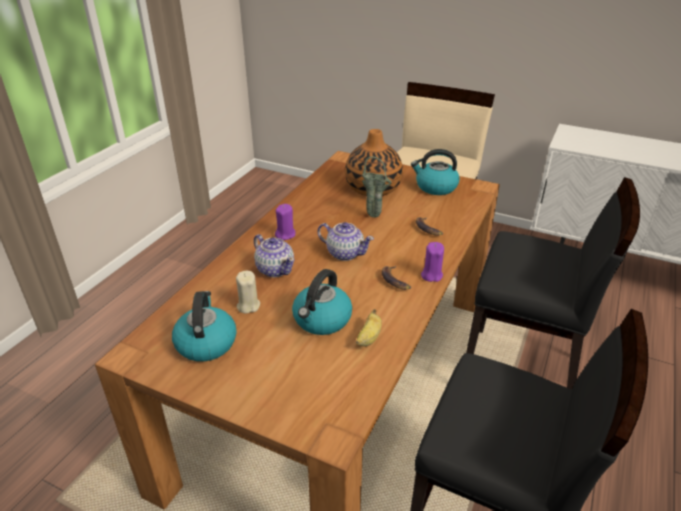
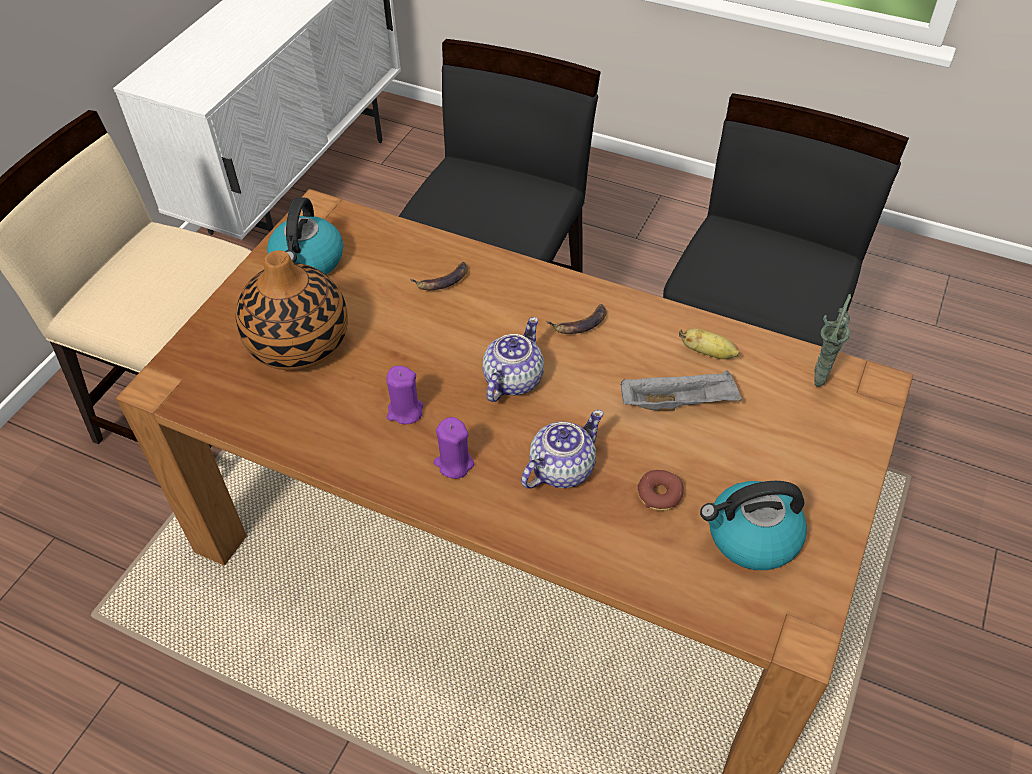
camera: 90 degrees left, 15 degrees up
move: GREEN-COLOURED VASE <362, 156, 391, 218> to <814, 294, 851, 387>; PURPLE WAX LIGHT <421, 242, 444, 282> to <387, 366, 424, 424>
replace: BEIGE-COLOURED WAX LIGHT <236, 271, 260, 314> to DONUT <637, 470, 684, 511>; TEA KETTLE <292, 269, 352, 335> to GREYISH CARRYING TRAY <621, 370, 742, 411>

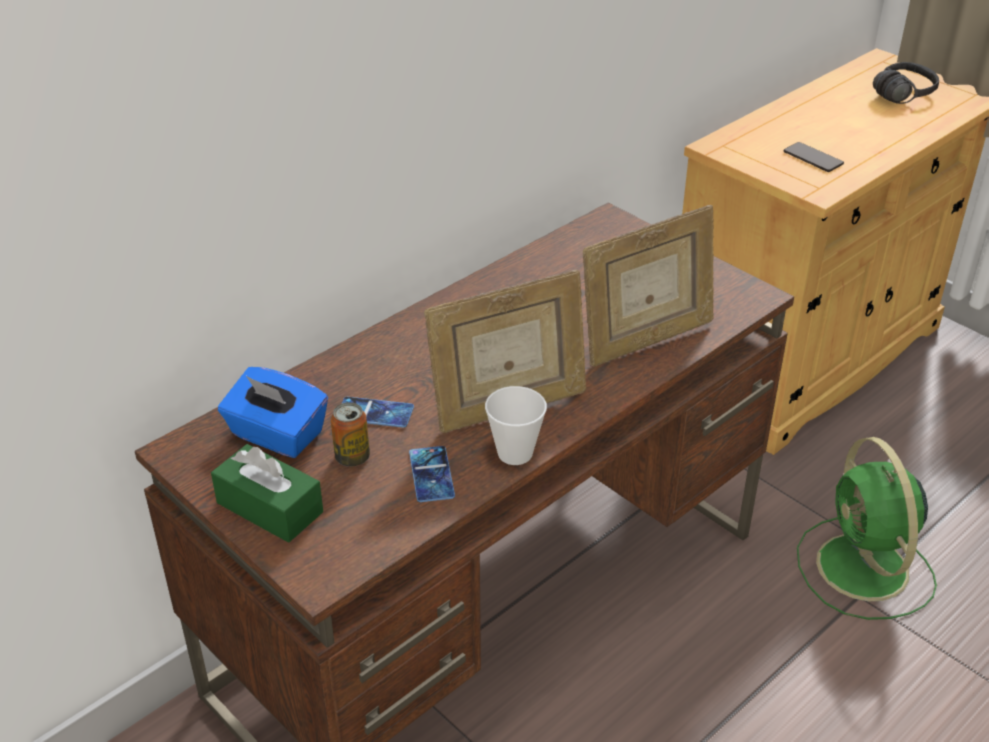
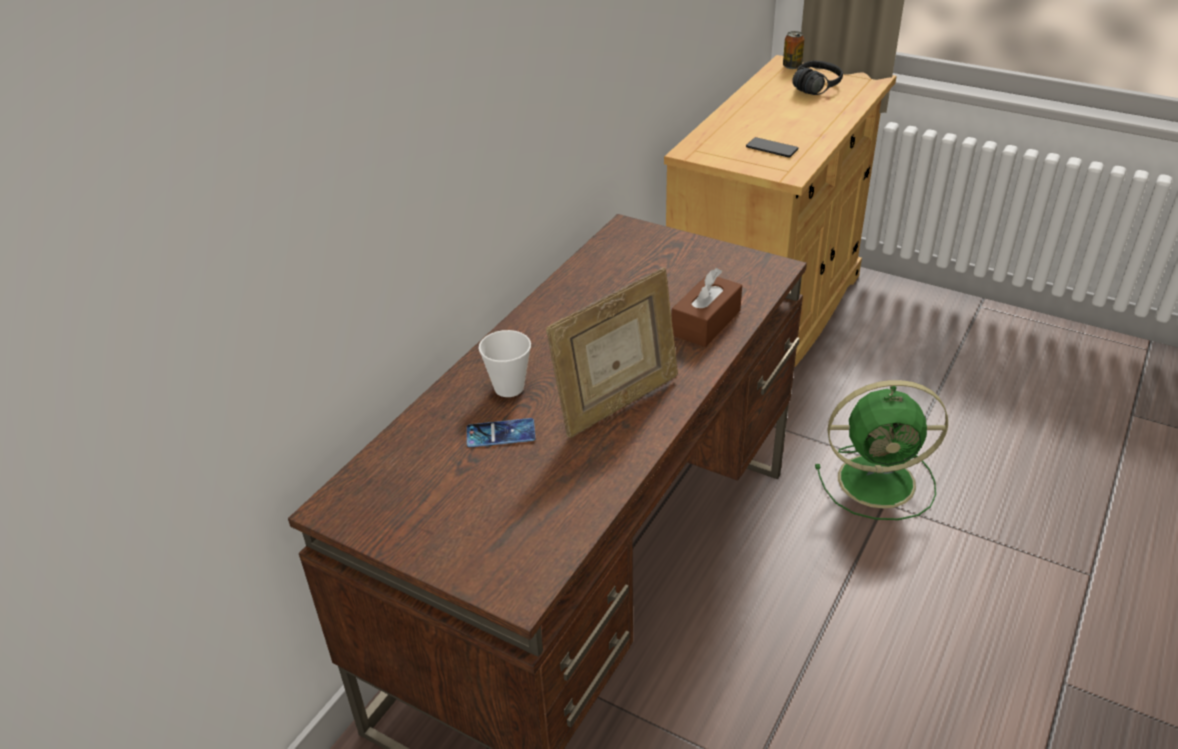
camera: 15 degrees left, 0 degrees up
delete: GREEN-COLOURED TISSUE HOLDER <211, 444, 323, 542>; BLUISH TISSUE HOLDER <218, 367, 328, 458>; TELEPHONE <409, 446, 455, 502>
move: CAN <331, 402, 370, 467> to <783, 31, 804, 69>; SMALL CUP <485, 386, 547, 465> to <479, 330, 531, 397>
replace: STANDING FRAME <583, 205, 714, 367> to BROWN TISSUE HOLDER <672, 268, 742, 347>
rotate: GREEN-COLOURED ELECTRIC FAN <797, 437, 937, 620> = <815, 380, 948, 520> 60 degrees counterclockwise

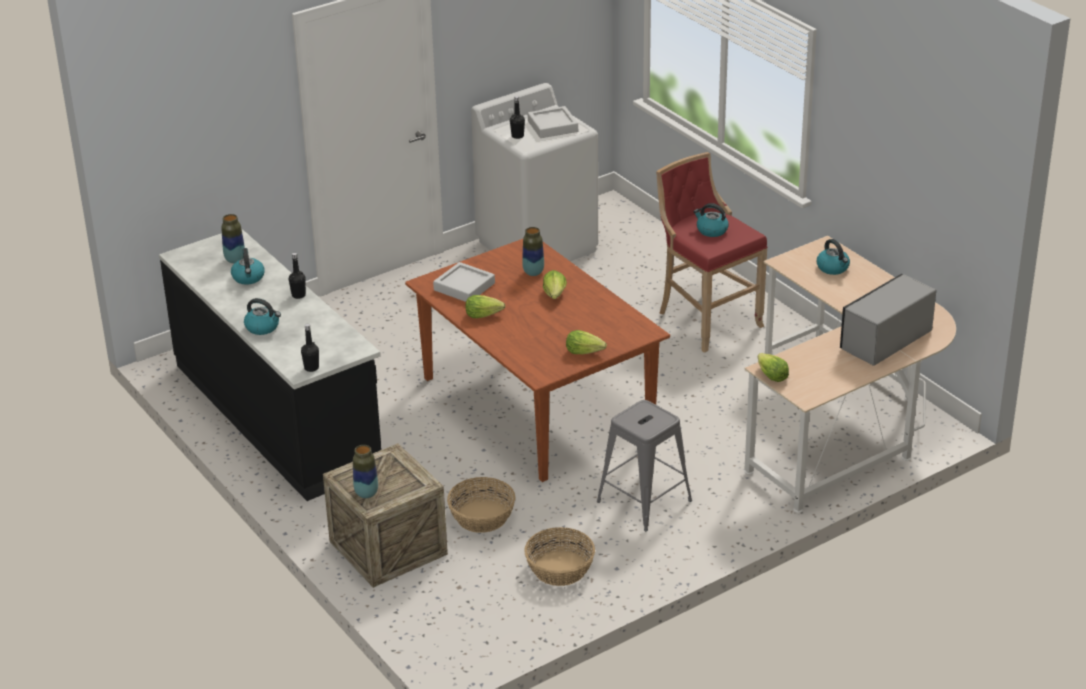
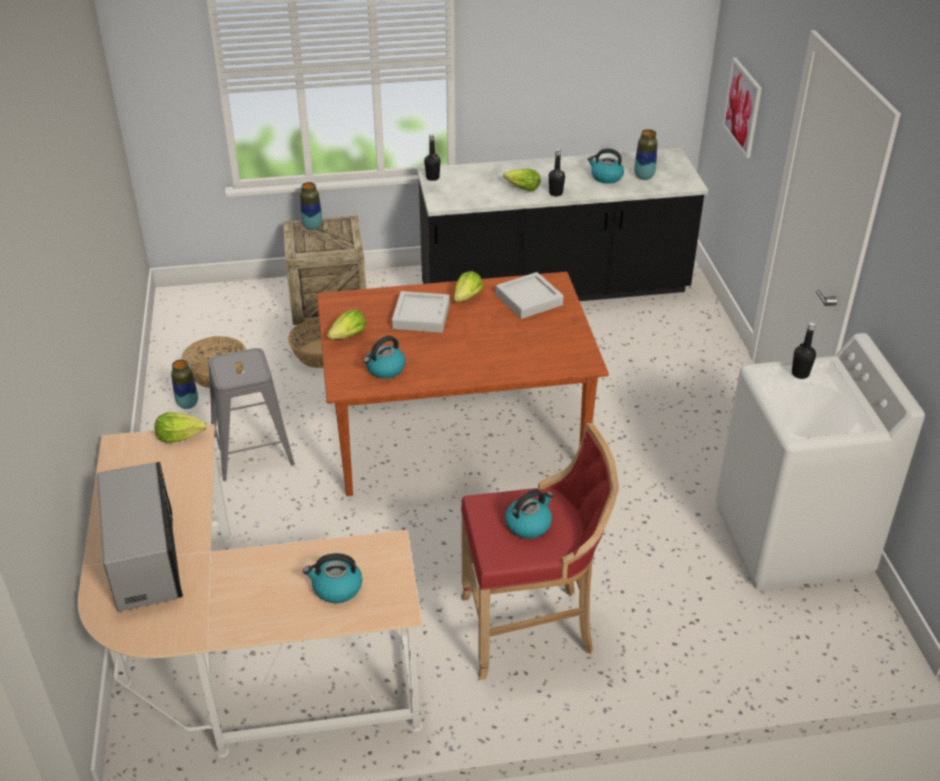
camera: 115 degrees right, 5 degrees up
insert: PICTURE <722, 58, 762, 158>
move: TEA KETTLE <244, 298, 281, 335> to <363, 336, 406, 379>; VASE <522, 227, 544, 276> to <171, 360, 198, 409>; GREYISH CARRYING TRAY <528, 106, 578, 138> to <392, 291, 450, 333>; HEAD OF LETTUCE <543, 270, 567, 299> to <503, 169, 540, 191>

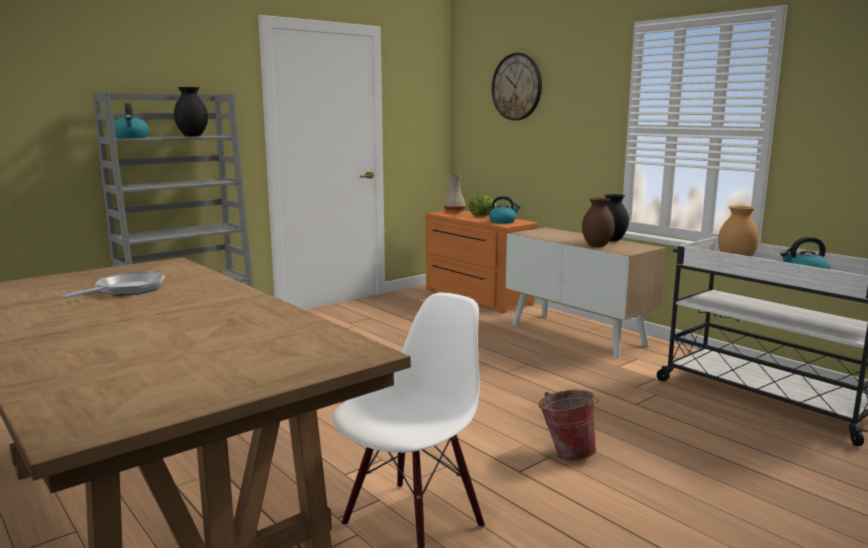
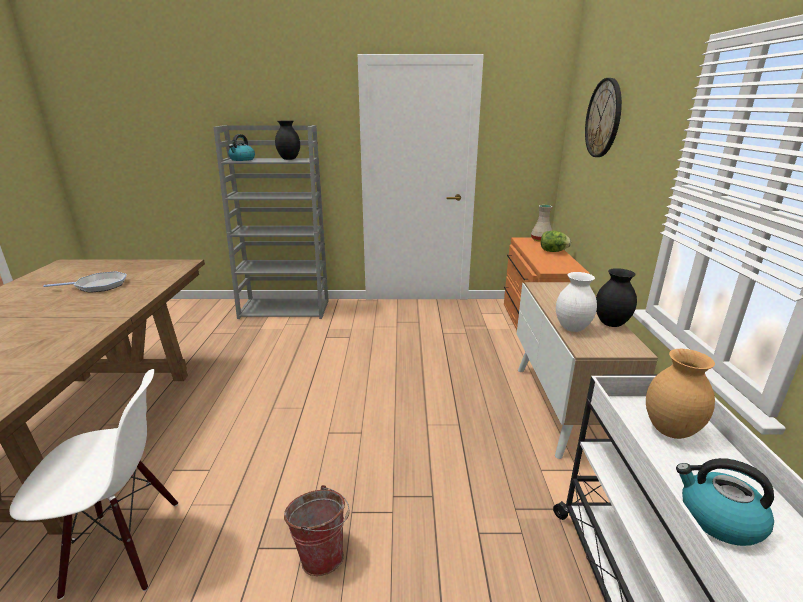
camera: 40 degrees right, 10 degrees up
delete: TEA KETTLE <489, 196, 521, 224>
recolor: BROWN VASE <582, 198, 615, 247> to WHITE VASE <556, 272, 597, 332>

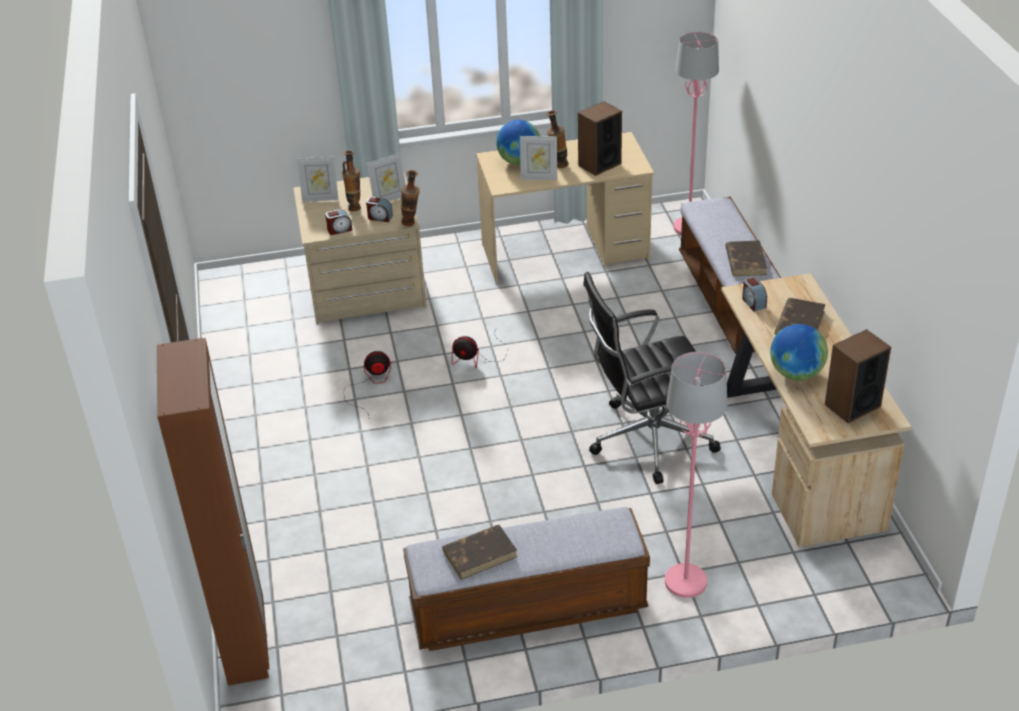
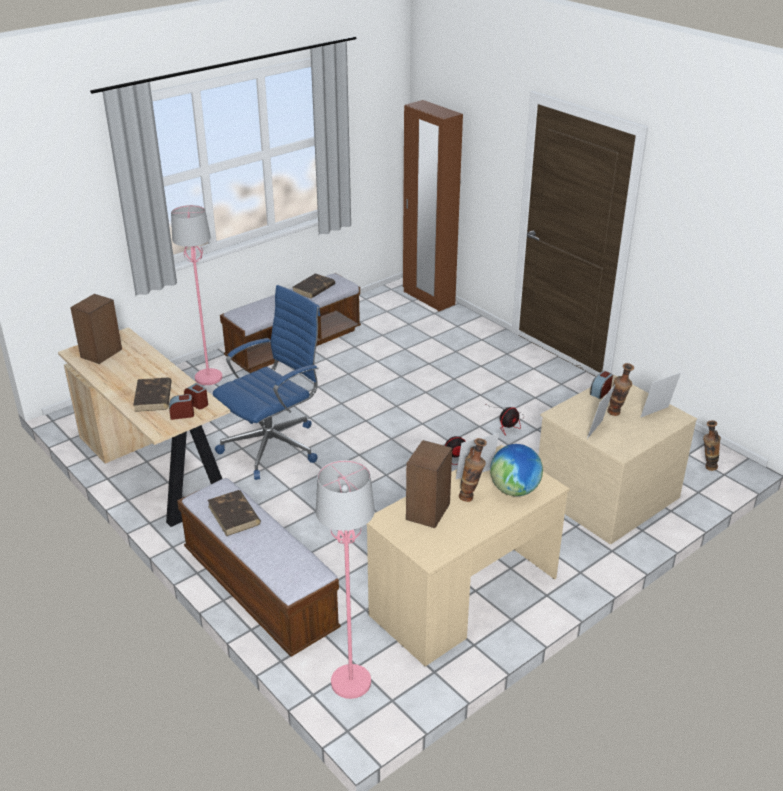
camera: 150 degrees right, 5 degrees down
delete: DESK GLOBE <770, 324, 828, 380>
move: TABLE CLOCK <366, 197, 393, 222> to <169, 394, 194, 420>; VASE <401, 170, 420, 226> to <703, 420, 721, 471>
recolor: BLACK OFFICE CHAIR <583, 272, 721, 484> to BLUISH OFFICE CHAIR <213, 285, 320, 480>

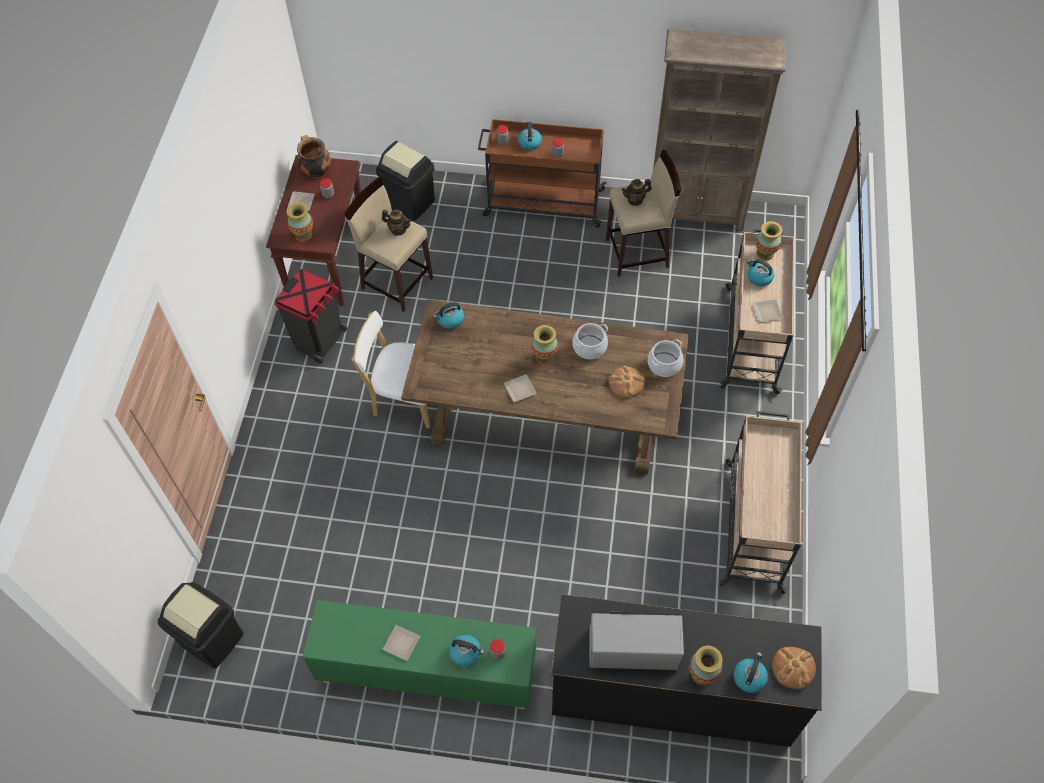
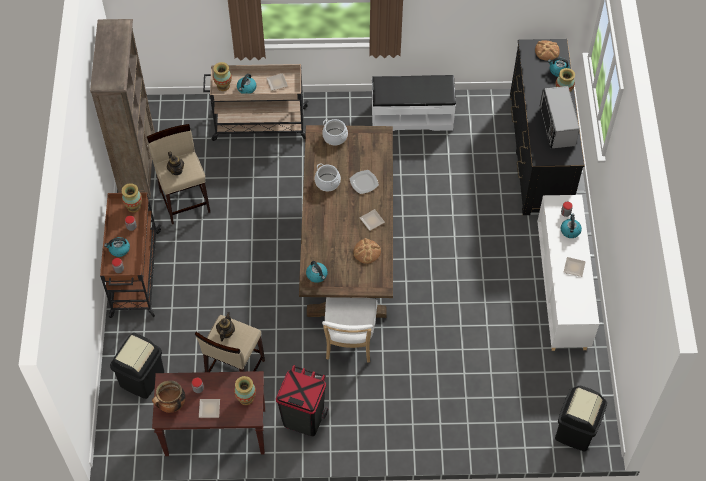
camera: 100 degrees left, 0 degrees up
insert: DINNER PLATE <349, 170, 379, 194>
move: VASE <531, 325, 558, 364> to <122, 183, 142, 212>; BAKERY BREAD <609, 365, 645, 398> to <354, 238, 381, 264>
replace: BEIGE-COLOURED TROLLEY <719, 411, 802, 594> to WHITE INDOOR BENCH <372, 75, 456, 131>
recolor: GREEN-COLOURED STORAGE CABINET <303, 600, 536, 709> to WHITE STORAGE CABINET <537, 195, 599, 351>

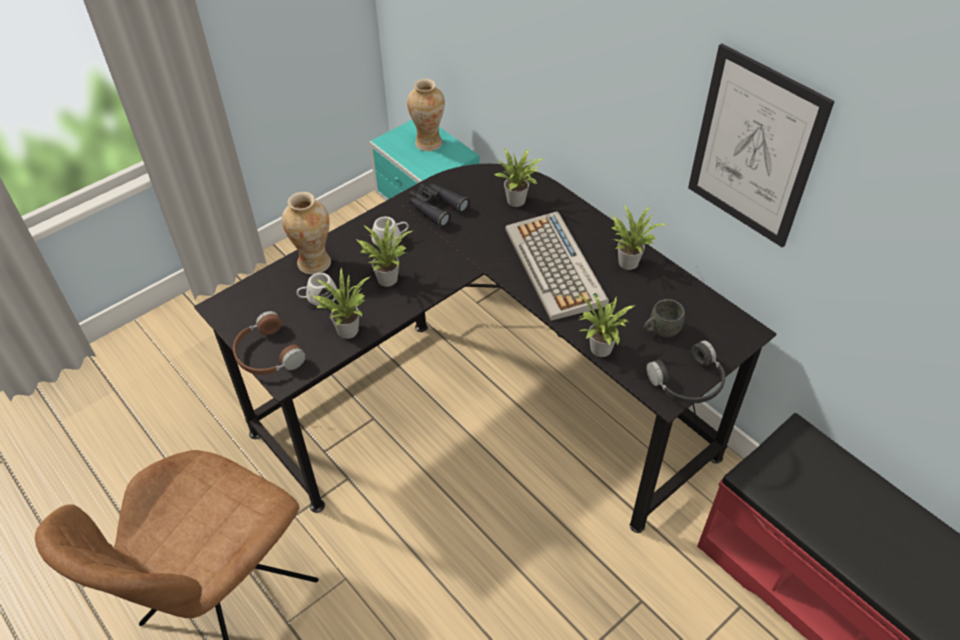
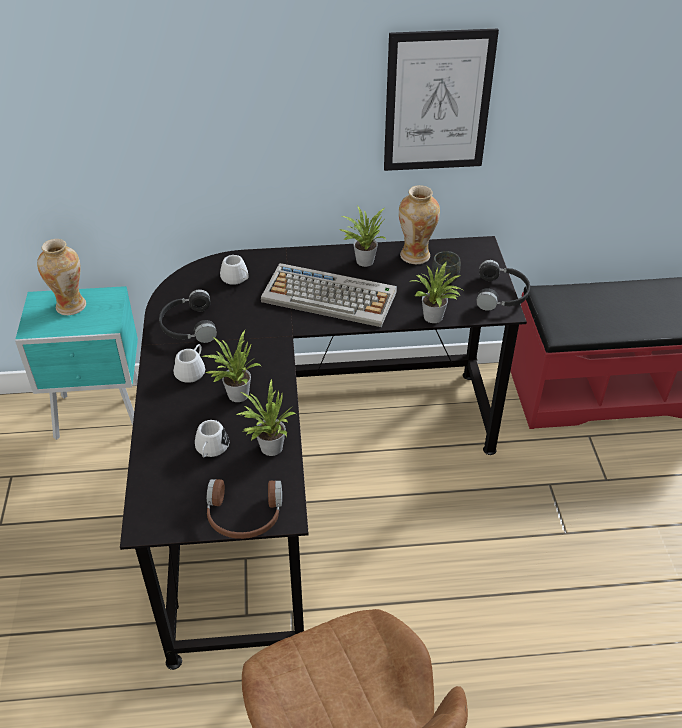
camera: 55 degrees left, 5 degrees down
move: VASE <282, 192, 331, 275> to <399, 185, 440, 264>
replace: BLACK PAIR OF BINOCULARS <409, 183, 470, 228> to BLACK PAIR OF HEADPHONES <159, 289, 217, 343>; POTTED PLANT <495, 148, 544, 207> to WHITE TEA MUG <220, 255, 249, 285>

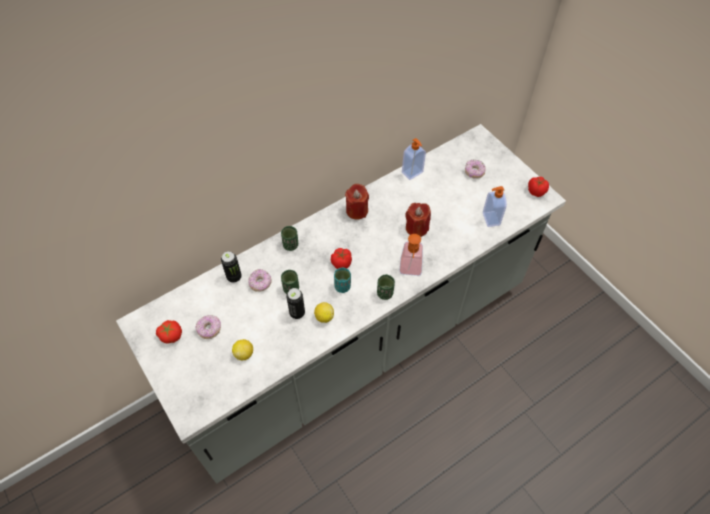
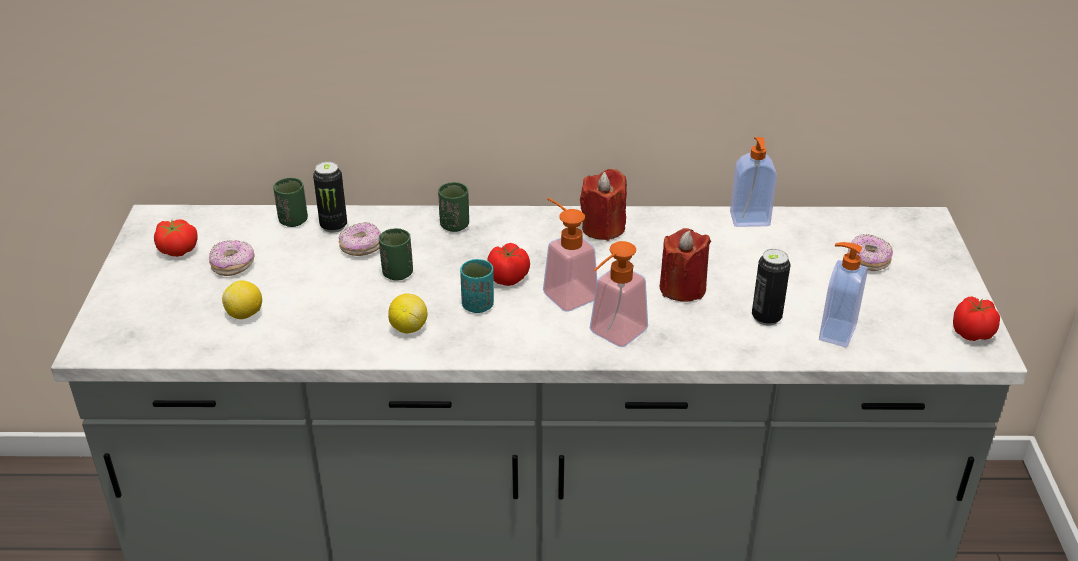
camera: 35 degrees right, 20 degrees down
insert: SOAP BOTTLE <543, 198, 598, 312>
move: CAN <286, 288, 305, 319> to <752, 249, 791, 326>; GREEN-COLOURED SMALL CUP <377, 274, 395, 300> to <273, 178, 308, 227>

